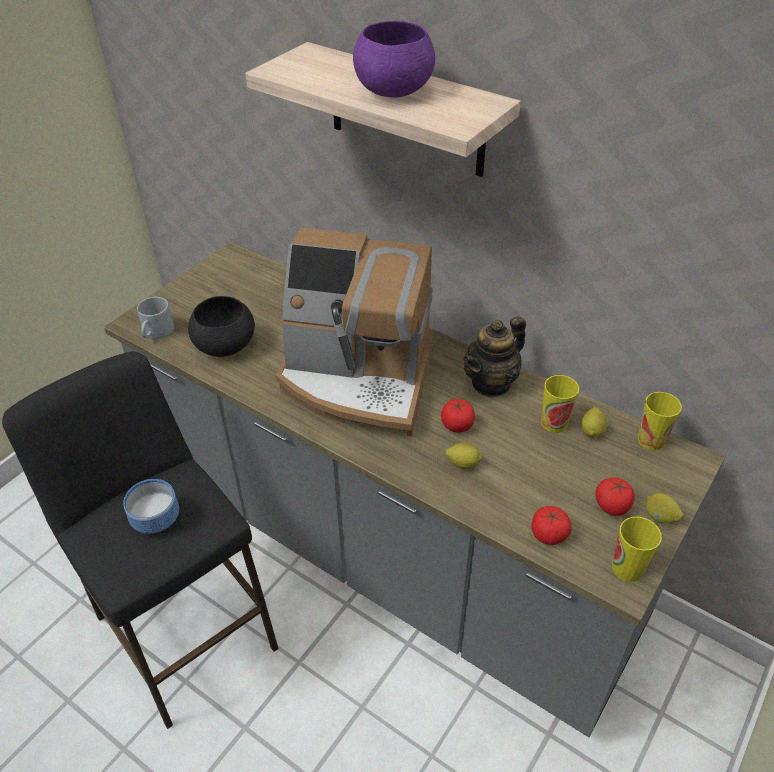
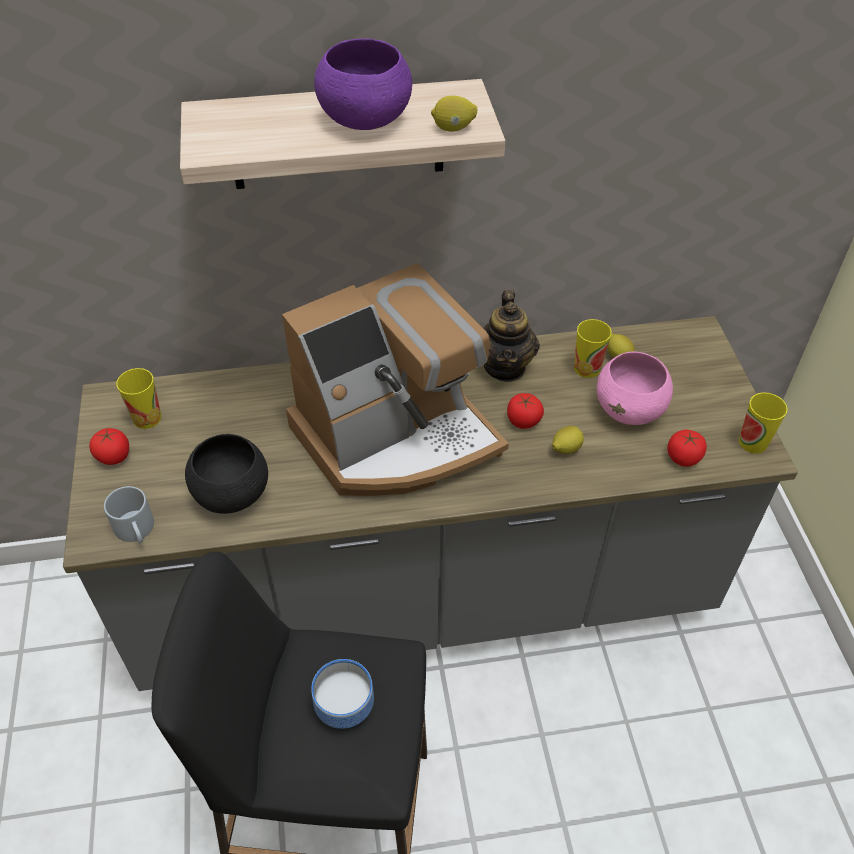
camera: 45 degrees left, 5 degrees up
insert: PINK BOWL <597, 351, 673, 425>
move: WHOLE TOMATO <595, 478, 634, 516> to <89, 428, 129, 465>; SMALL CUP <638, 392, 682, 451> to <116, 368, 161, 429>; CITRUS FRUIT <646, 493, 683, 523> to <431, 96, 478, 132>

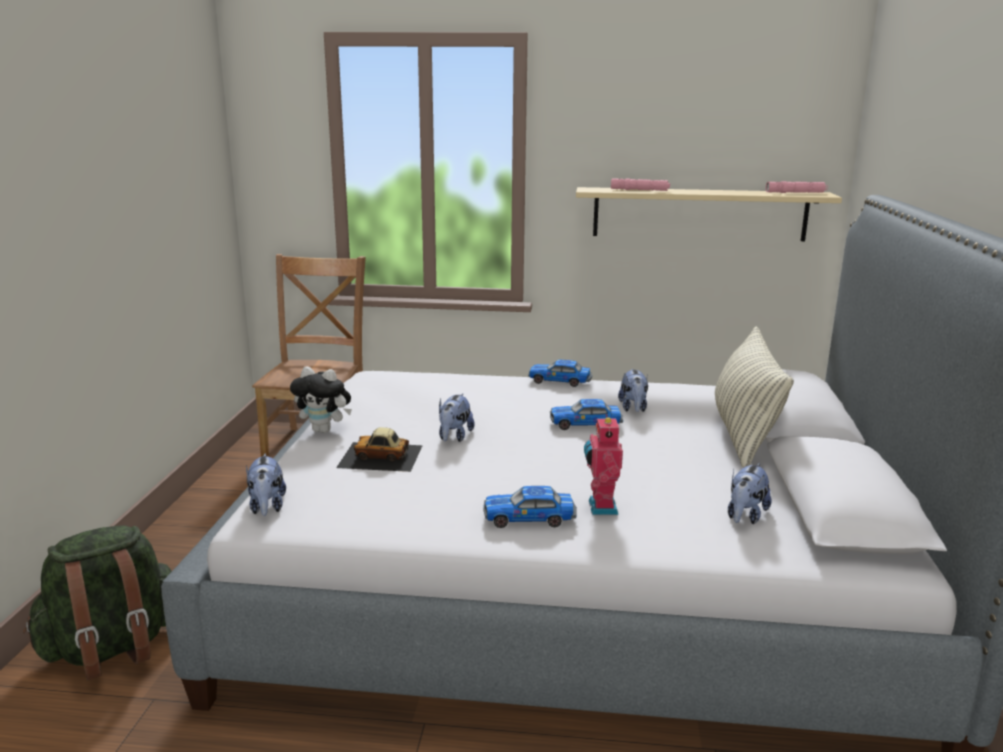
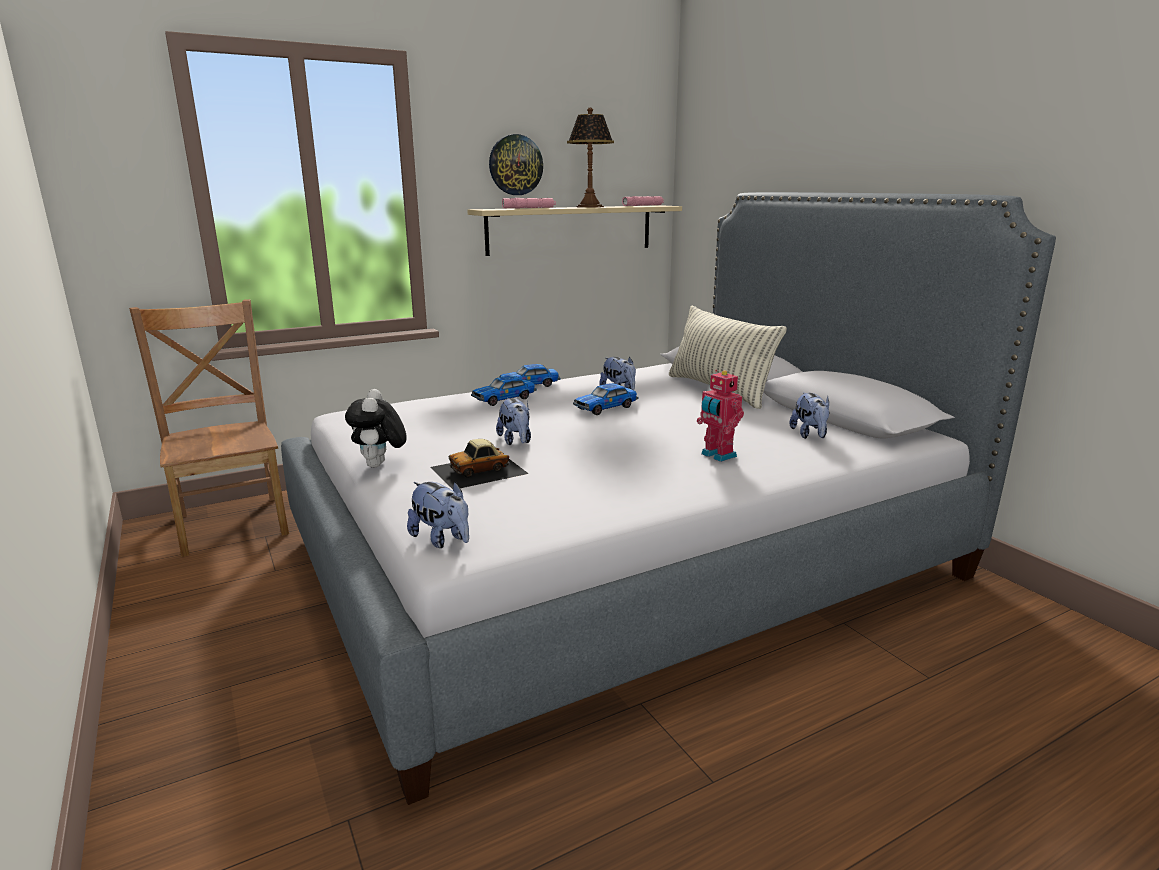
camera: 35 degrees left, 0 degrees up
delete: GREEN-COLOURED BACKPACK <23, 526, 172, 680>
insert: CLOCK ON THE WALL <489, 134, 543, 195>; TABLE LAMP <567, 108, 614, 208>
move: MODEL CAR <483, 486, 577, 528> to <471, 376, 537, 406>
rotate: PLUSH TOY <290, 366, 352, 433> = <345, 389, 407, 467> 105 degrees clockwise

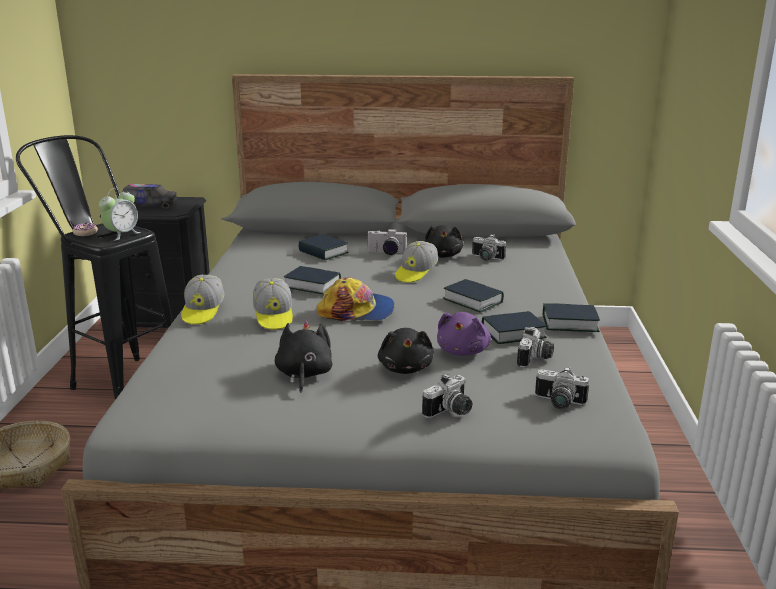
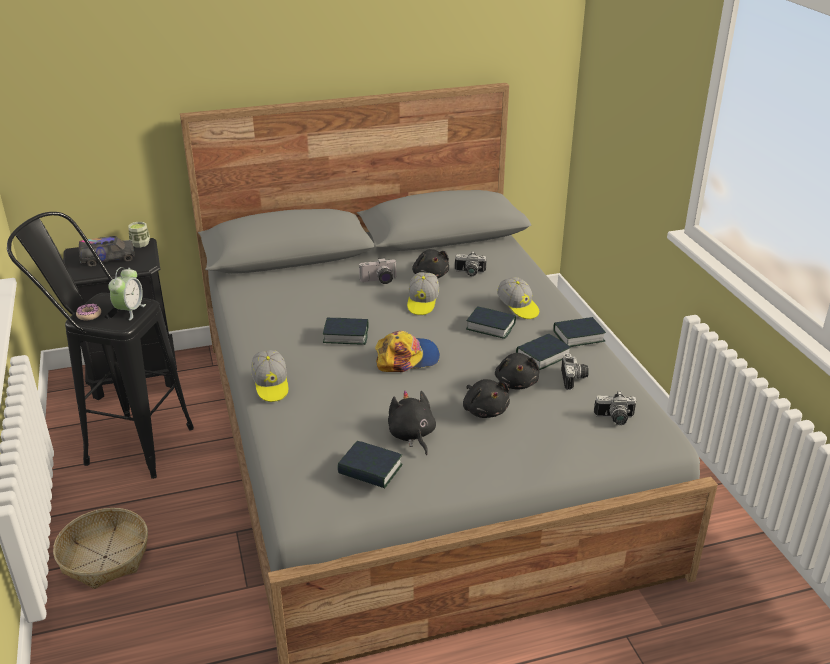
camera: 20 degrees left, 10 degrees up
delete: PHOTO CAMERA <422, 373, 472, 418>
insert: SMALL CUP <128, 222, 150, 248>
move: PEAKED CAP <253, 278, 293, 330> to <497, 277, 539, 319>; BOOK <298, 234, 349, 260> to <337, 441, 403, 488>
recolor: PURPLE PLUSH TOY <437, 312, 491, 356> to BLACK PLUSH TOY <495, 353, 540, 390>

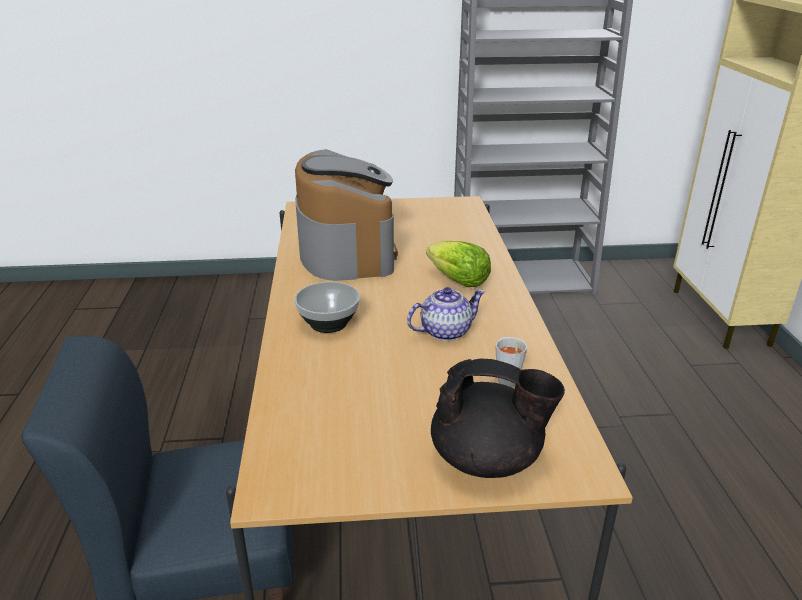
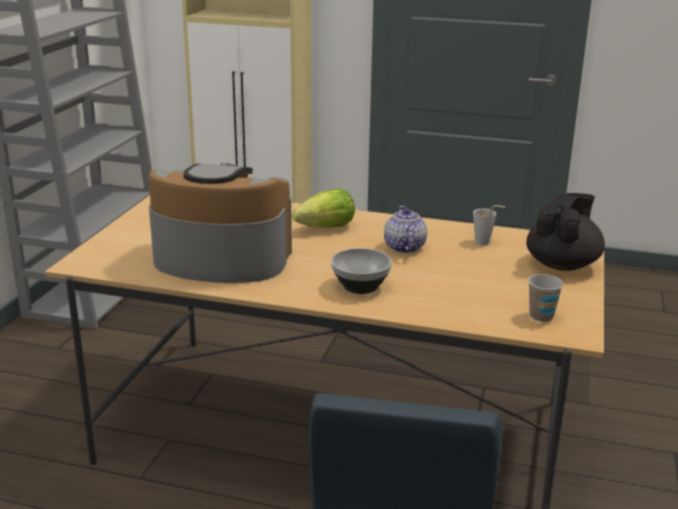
camera: 70 degrees left, 5 degrees down
insert: SMALL CUP <528, 274, 563, 322>

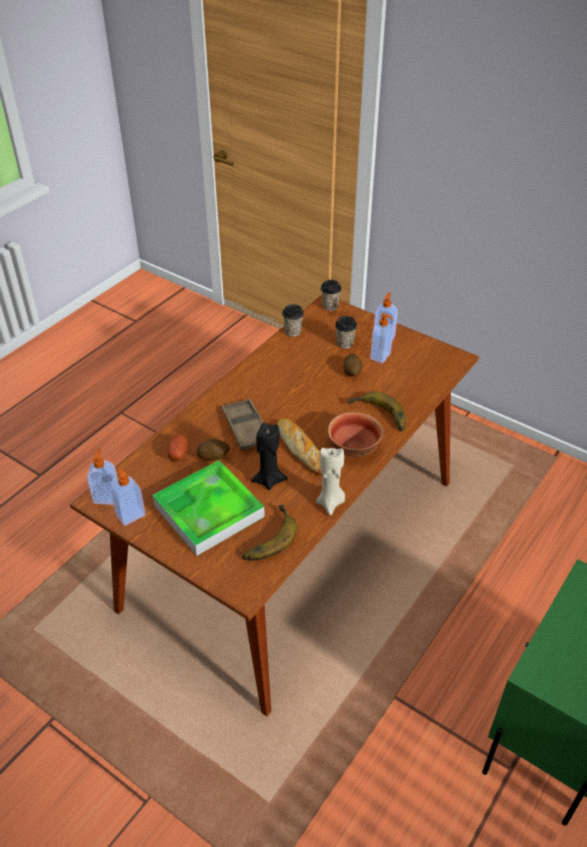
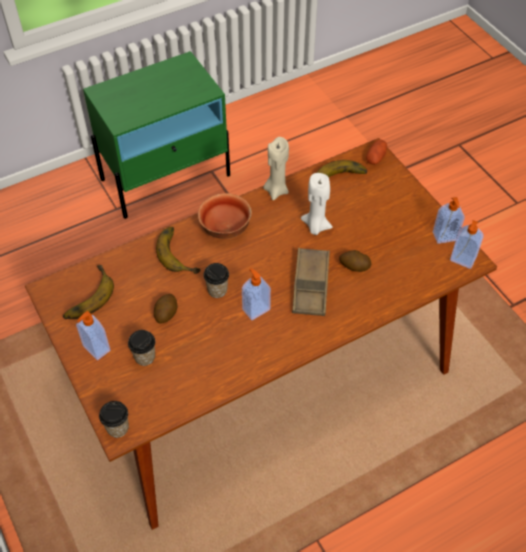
camera: 155 degrees left, 10 degrees up
delete: CARRYING TRAY <152, 460, 265, 556>; BAKERY BREAD <277, 419, 322, 475>
insert: BANANA <63, 265, 114, 319>
move: POTATO <167, 434, 188, 461> to <366, 139, 387, 165>; SMALL CUP <282, 304, 304, 336> to <203, 263, 229, 298>; SOAP BOTTLE <370, 313, 394, 364> to <242, 268, 271, 320>
recolor: BLACK WAX LIGHT <251, 423, 288, 490> to WHITE WAX LIGHT <301, 173, 333, 235>

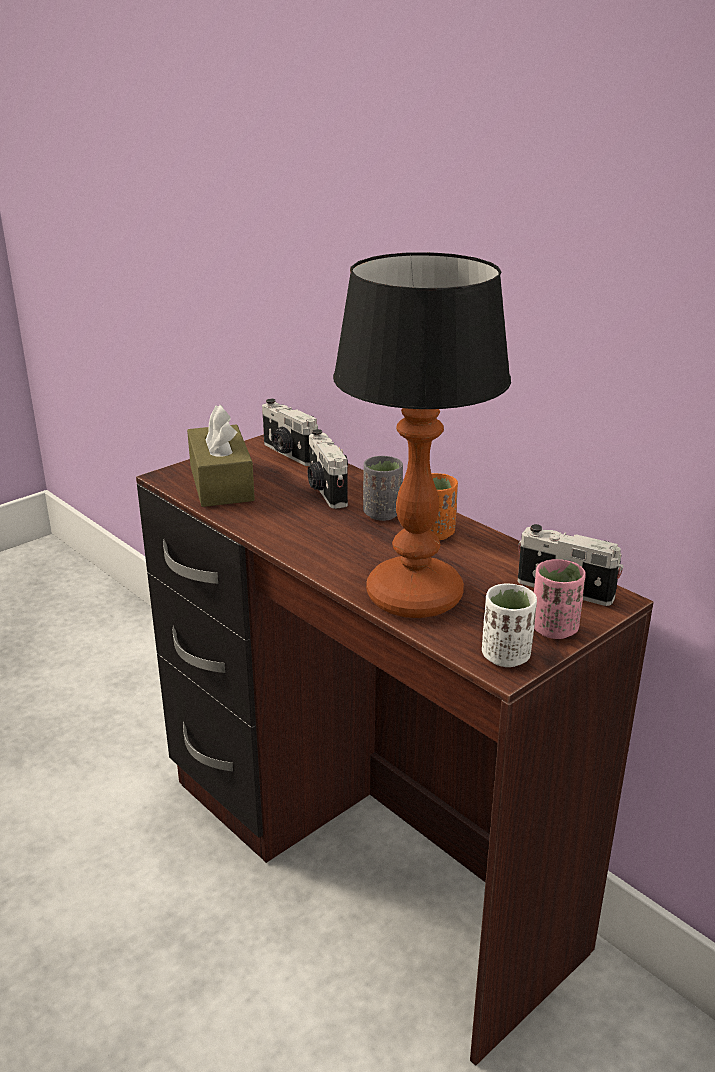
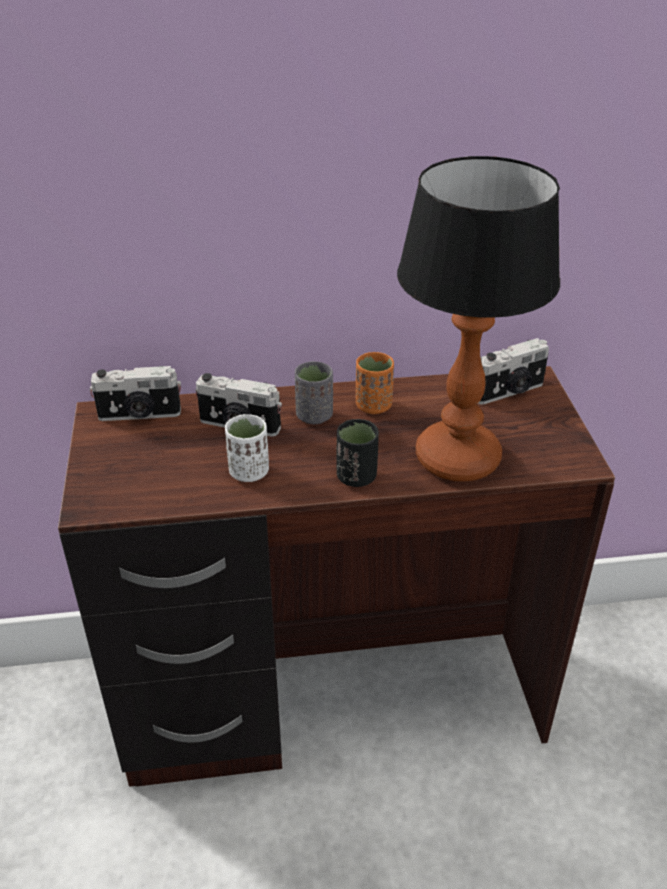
camera: 55 degrees left, 10 degrees up
delete: BROWN TISSUE HOLDER <187, 405, 255, 507>; PINK SMALL CUP <534, 559, 586, 639>
insert: BLACK SMALL CUP <336, 419, 379, 487>
move: WHITE SMALL CUP <482, 583, 537, 667> to <225, 414, 269, 482>

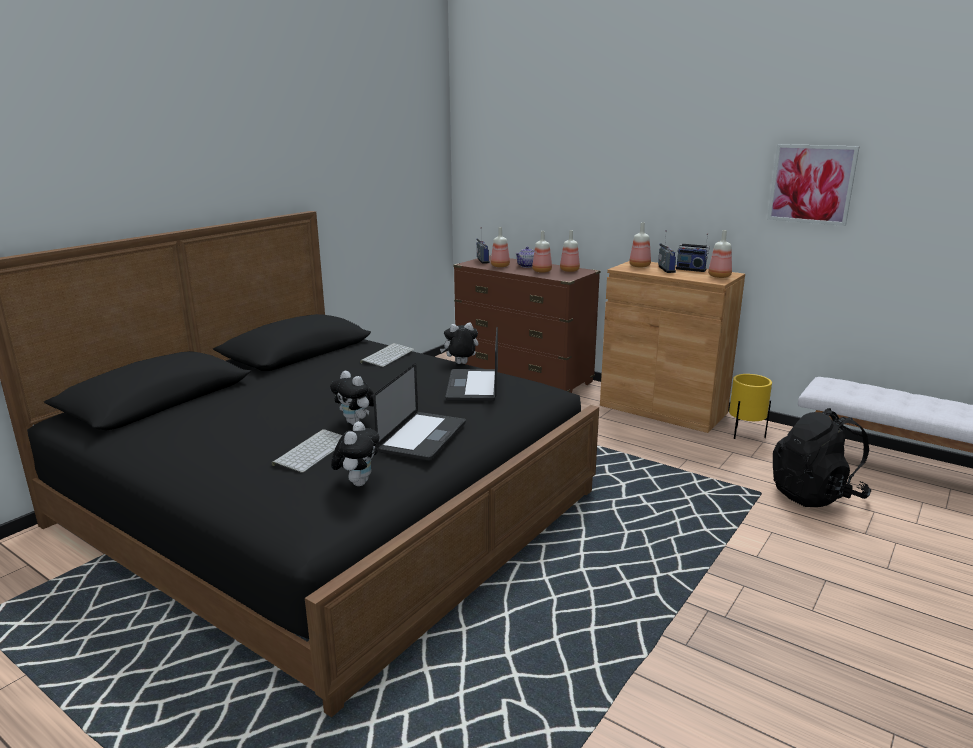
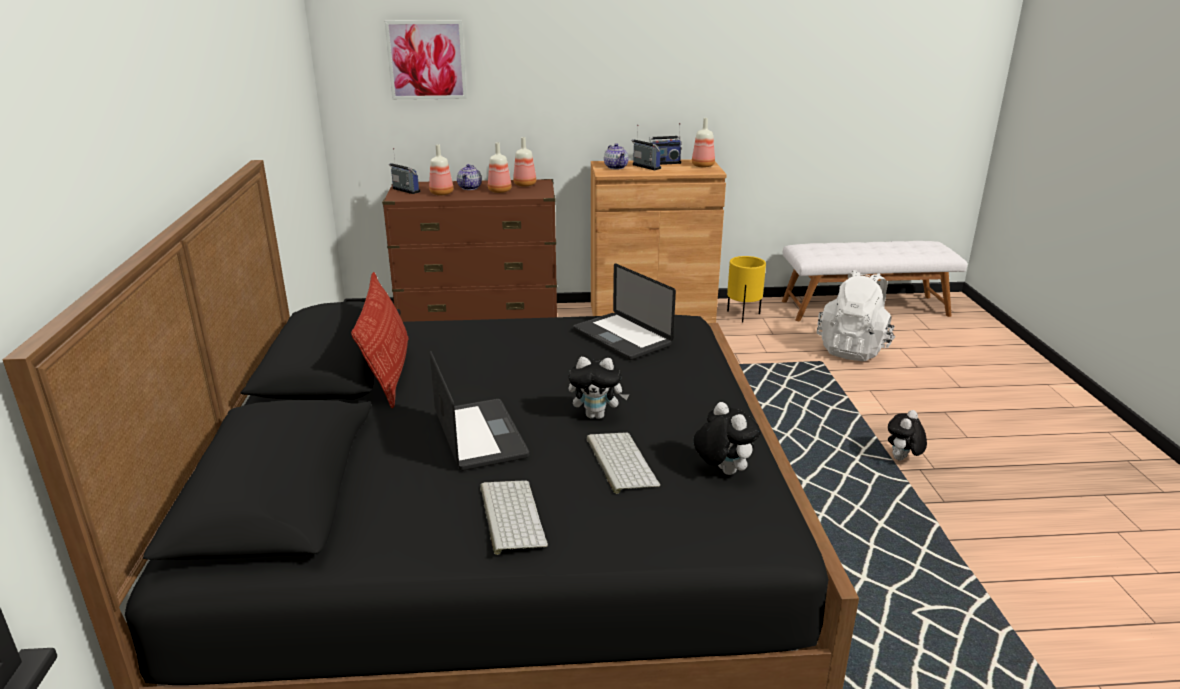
camera: 40 degrees left, 5 degrees up
insert: CUSHION <351, 272, 409, 408>
move: COMPUTER KEYBOARD <360, 343, 415, 367> to <480, 480, 548, 555>; NOTEBOOK COMPUTER <373, 363, 466, 461> to <430, 351, 529, 471>; PLUSH TOY <440, 322, 479, 364> to <888, 410, 927, 461>; PICTURE <767, 144, 860, 226> to <385, 20, 467, 100>
replace: BOTTLE <629, 222, 651, 267> to TEA POT <604, 143, 629, 170>
recolor: BLACK BACKPACK <773, 408, 871, 507> to WHITE BACKPACK <817, 270, 896, 361>

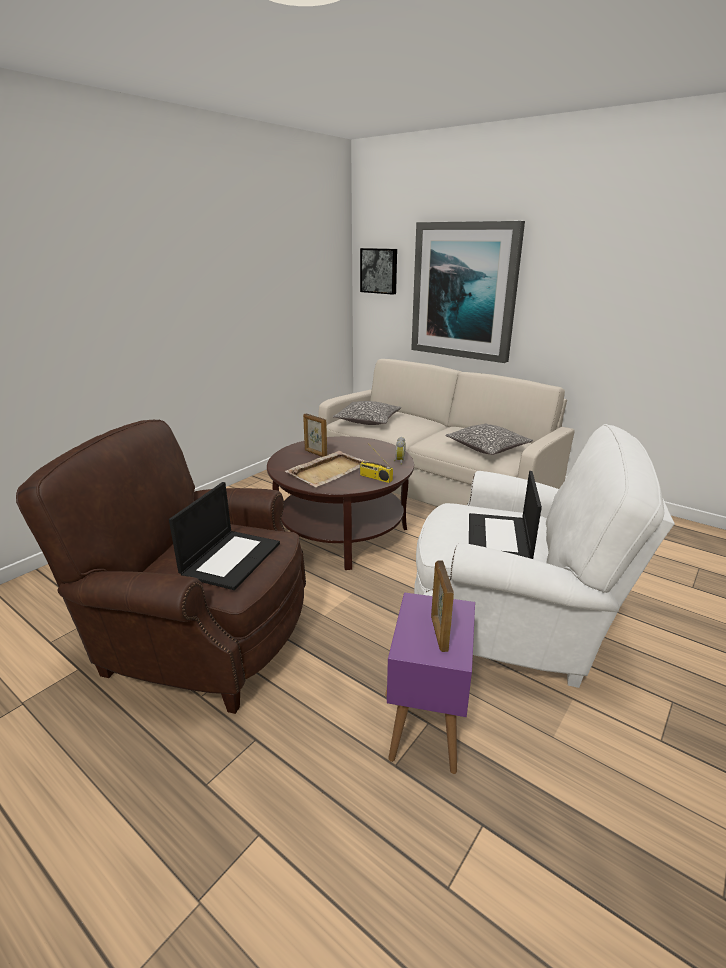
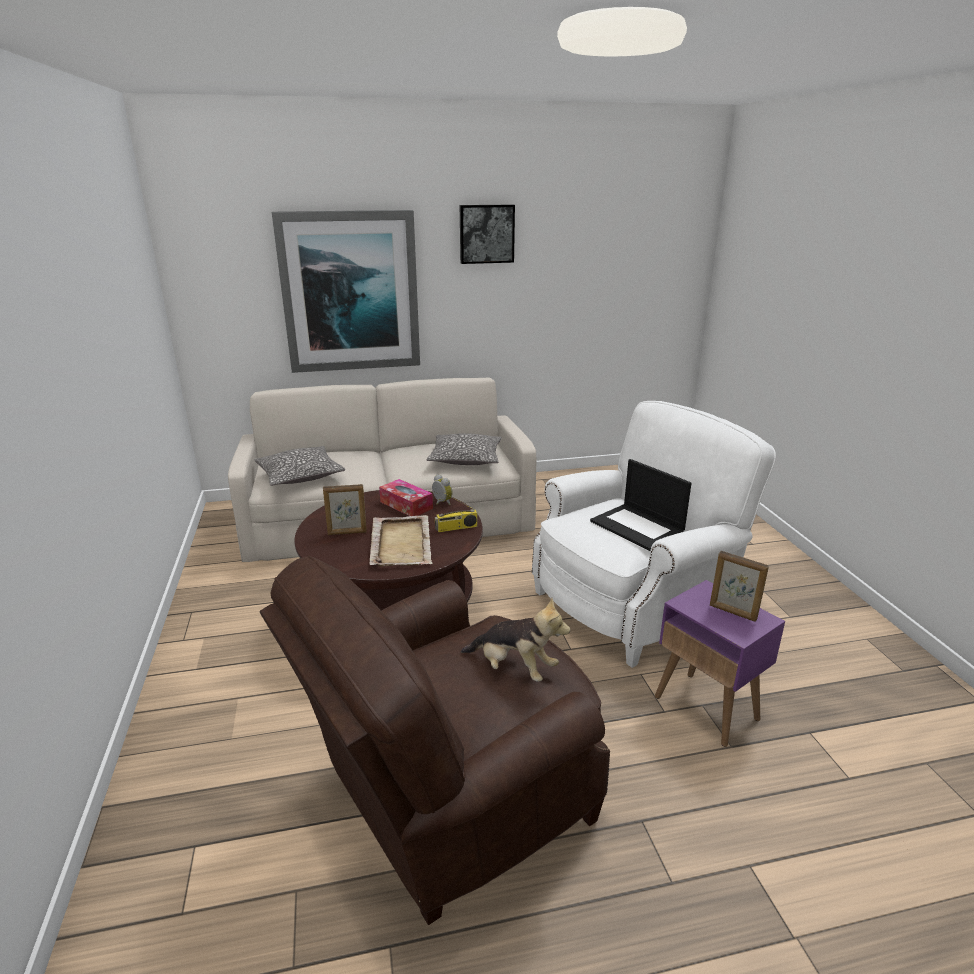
camera: 50 degrees left, 0 degrees up
insert: TISSUE HOLDER <379, 479, 433, 516>
move: PICTURE <360, 248, 397, 295> to <460, 204, 515, 264>
replace: NOTEBOOK COMPUTER <169, 482, 280, 590> to PLUSH TOY <461, 598, 570, 682>

